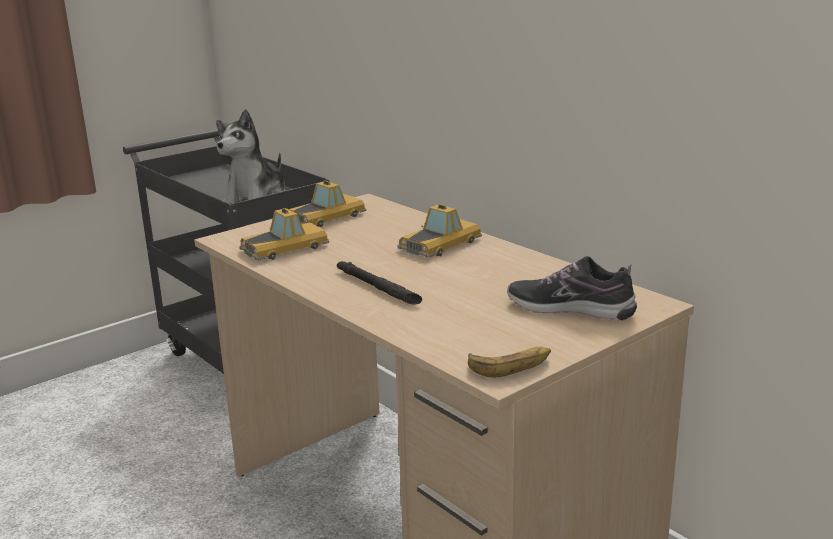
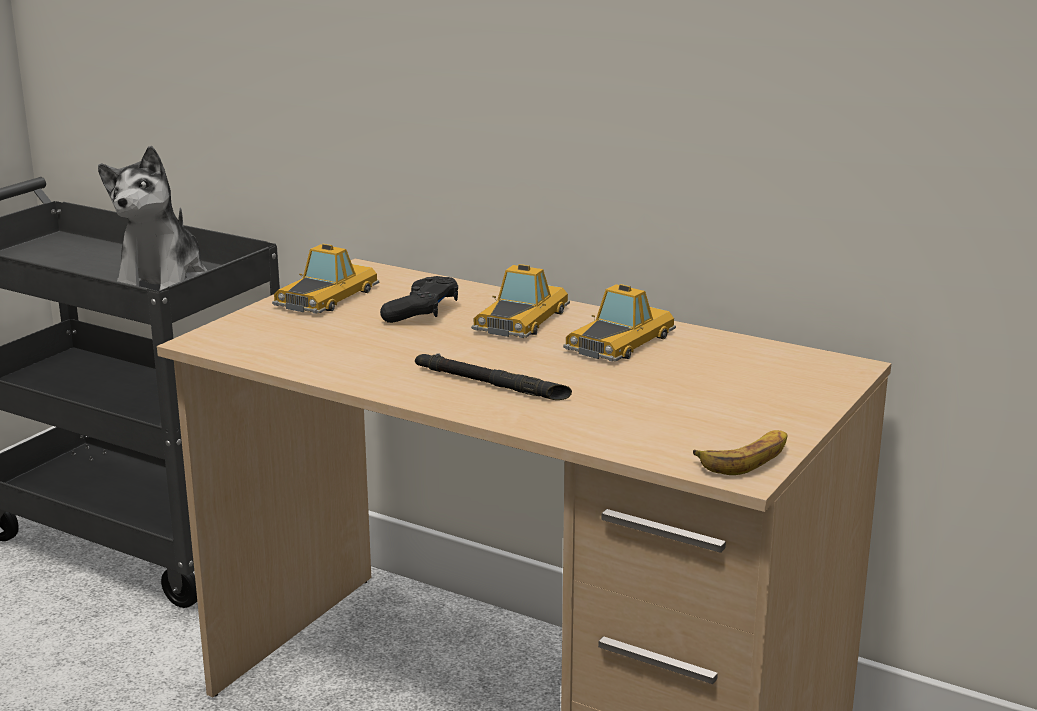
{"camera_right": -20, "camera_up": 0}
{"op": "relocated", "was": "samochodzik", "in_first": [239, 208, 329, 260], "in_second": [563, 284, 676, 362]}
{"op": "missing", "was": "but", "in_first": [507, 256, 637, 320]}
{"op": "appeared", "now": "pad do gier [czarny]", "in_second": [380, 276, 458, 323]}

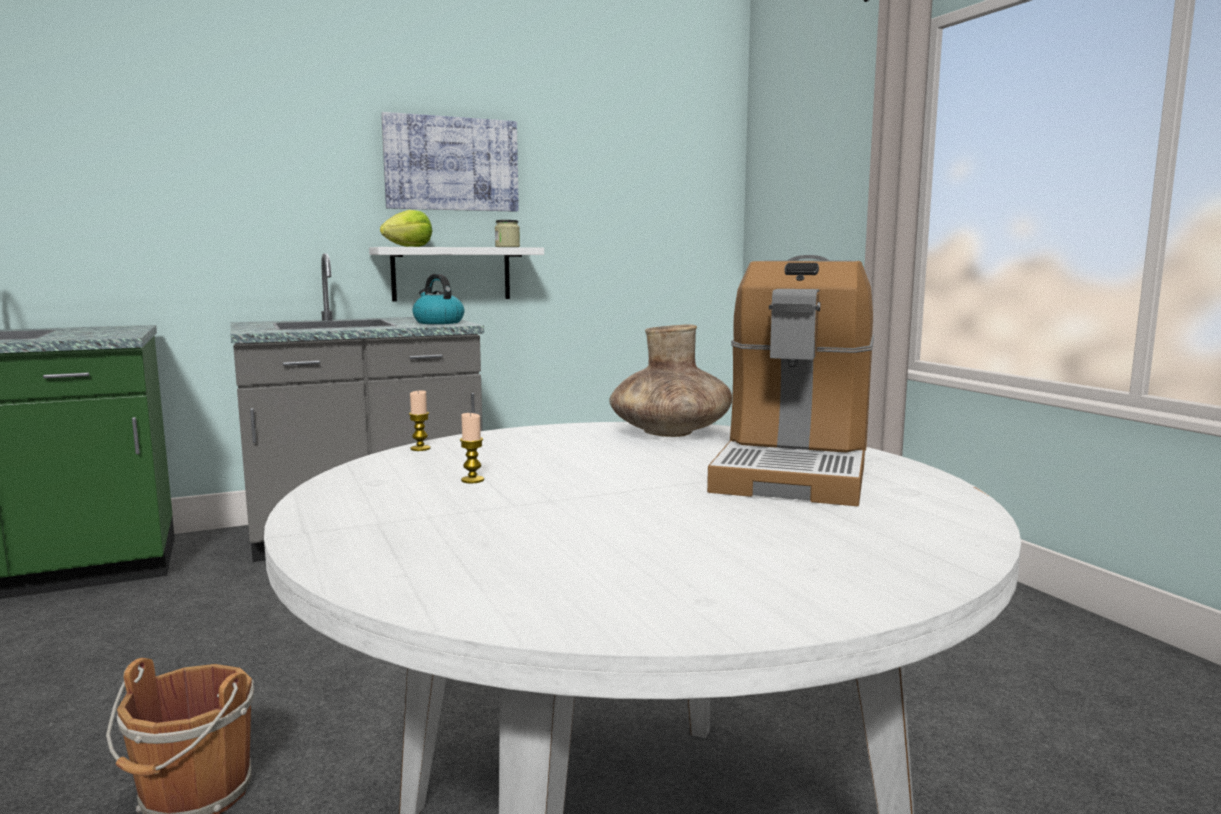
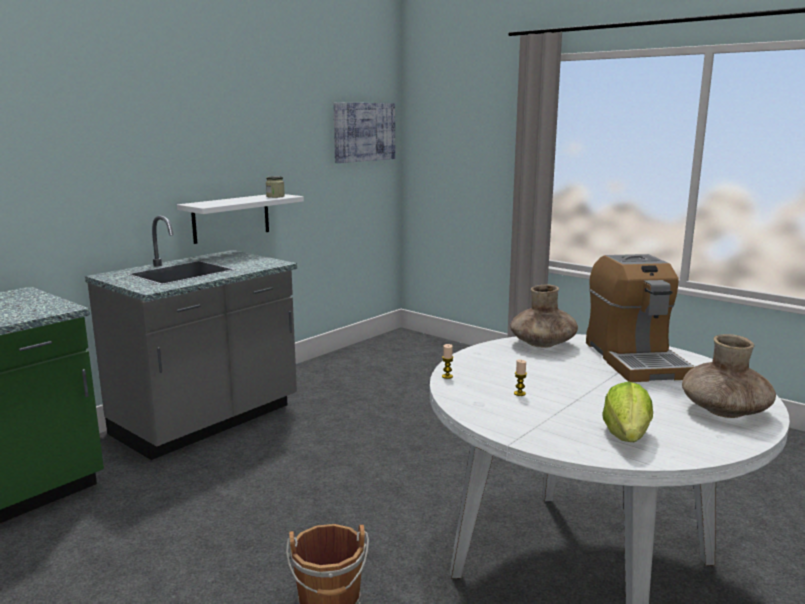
{"camera_right": -25, "camera_up": 5}
{"op": "relocated", "was": "sałata", "in_first": [380, 210, 432, 247], "in_second": [602, 381, 653, 442]}
{"op": "relocated", "was": "obraz", "in_first": [381, 112, 519, 212], "in_second": [334, 103, 395, 163]}
{"op": "missing", "was": "czajnik", "in_first": [412, 274, 465, 324]}
{"op": "appeared", "now": "wazon [brązowy]", "in_second": [682, 334, 776, 418]}

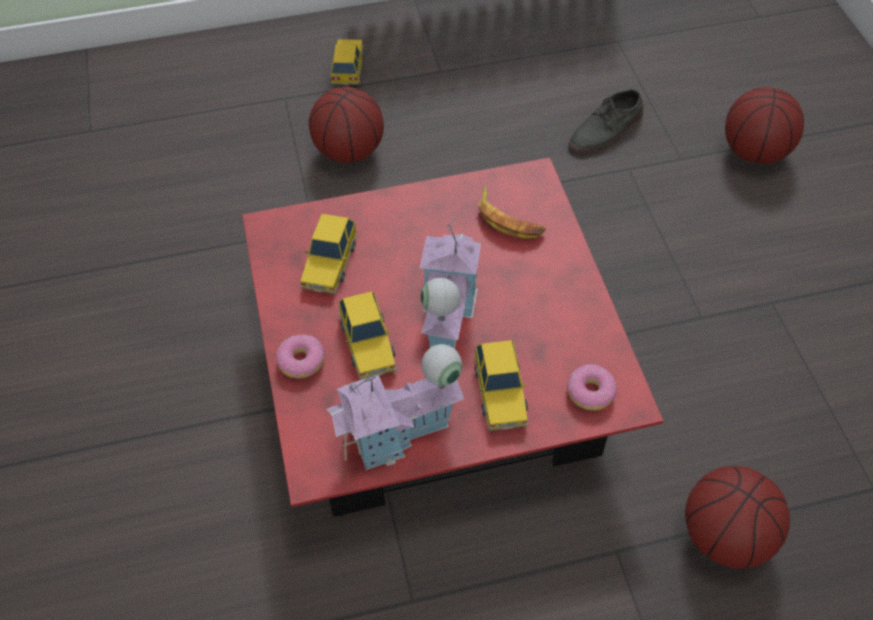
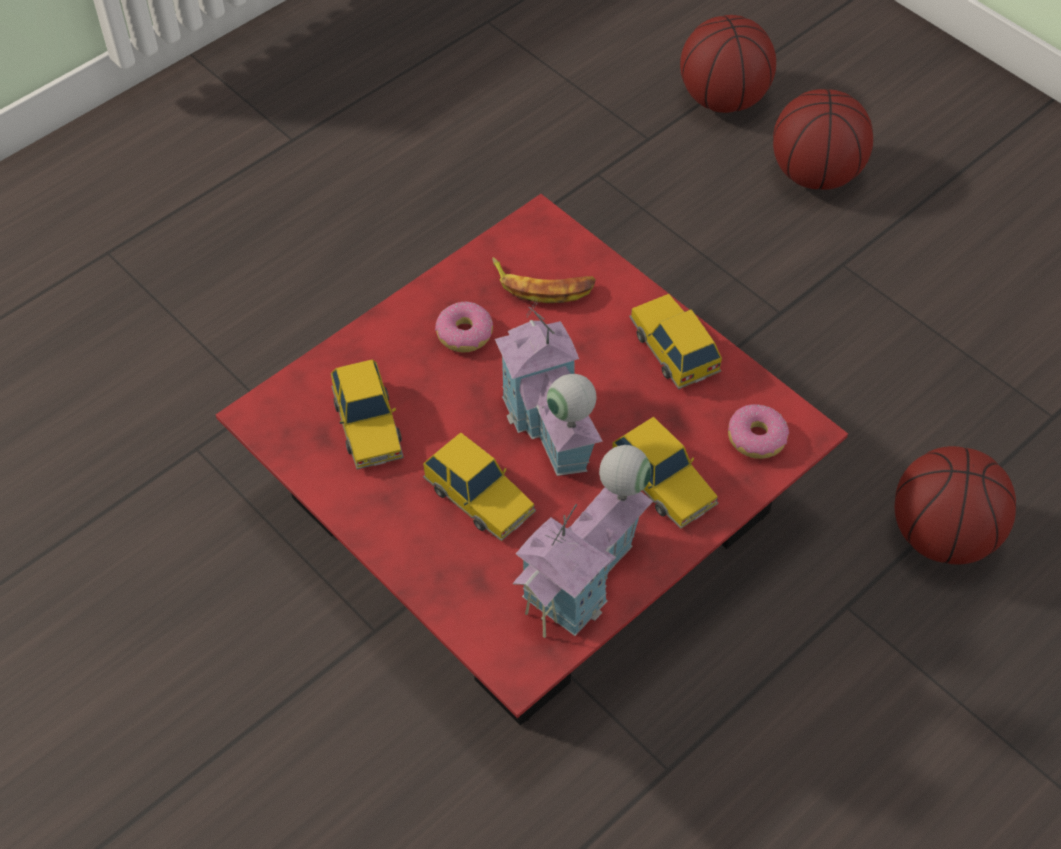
{"camera_right": -30, "camera_up": 0}
{"op": "relocated", "was": "donut", "in_first": [276, 335, 325, 378], "in_second": [435, 302, 493, 353]}
{"op": "relocated", "was": "piłka do koszykówki", "in_first": [309, 86, 384, 163], "in_second": [773, 89, 873, 190]}
{"op": "relocated", "was": "samochodzik", "in_first": [331, 39, 364, 85], "in_second": [629, 294, 722, 389]}
{"op": "missing", "was": "but [szary]", "in_first": [569, 89, 643, 153]}

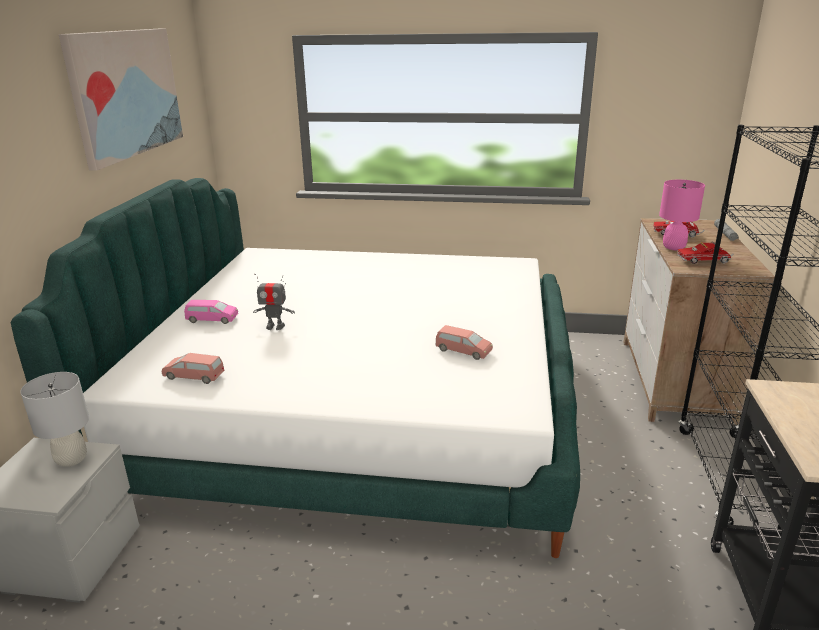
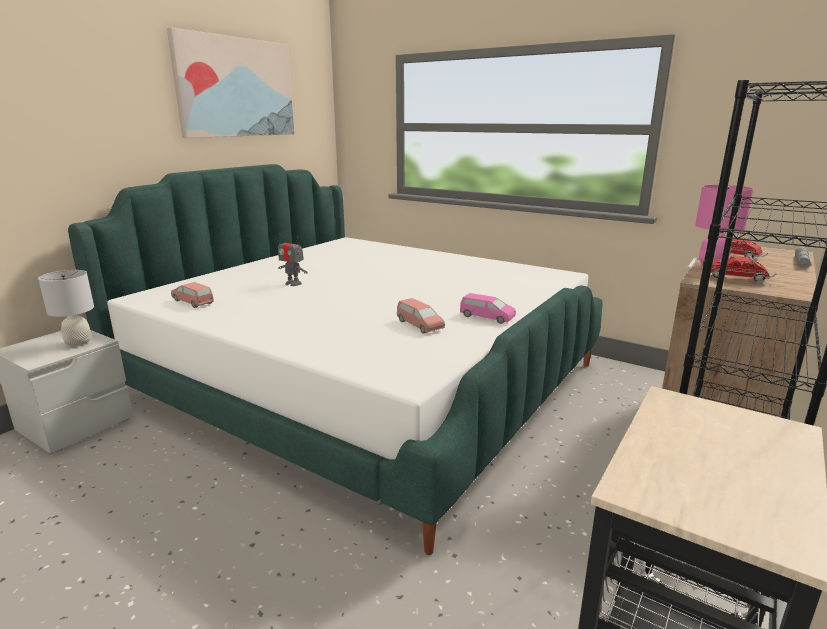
{"camera_right": 25, "camera_up": -5}
{"op": "relocated", "was": "samochodzik [różowy]", "in_first": [184, 300, 238, 324], "in_second": [460, 293, 516, 324]}

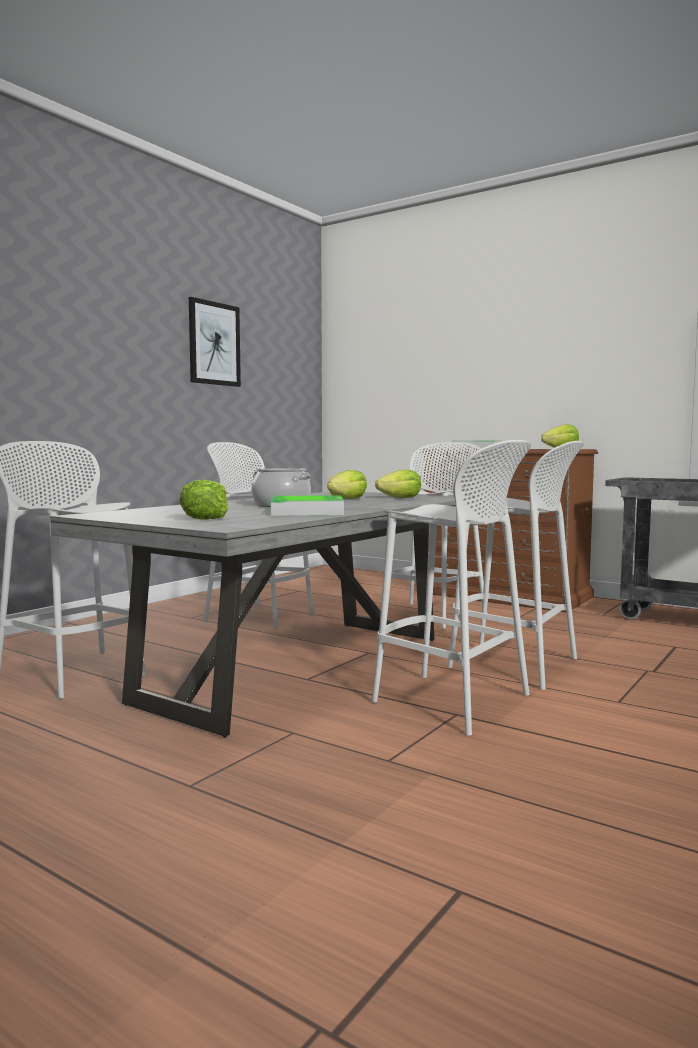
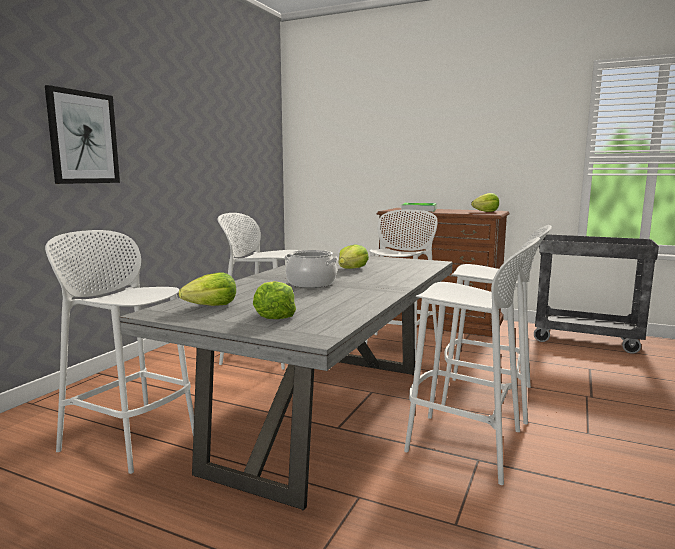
{"camera_right": -10, "camera_up": 5}
{"op": "relocated", "was": "obraz", "in_first": [189, 297, 241, 387], "in_second": [45, 85, 120, 184]}
{"op": "missing", "was": "taca", "in_first": [271, 496, 344, 515]}
{"op": "relocated", "was": "sałata", "in_first": [375, 470, 421, 498], "in_second": [179, 272, 236, 306]}

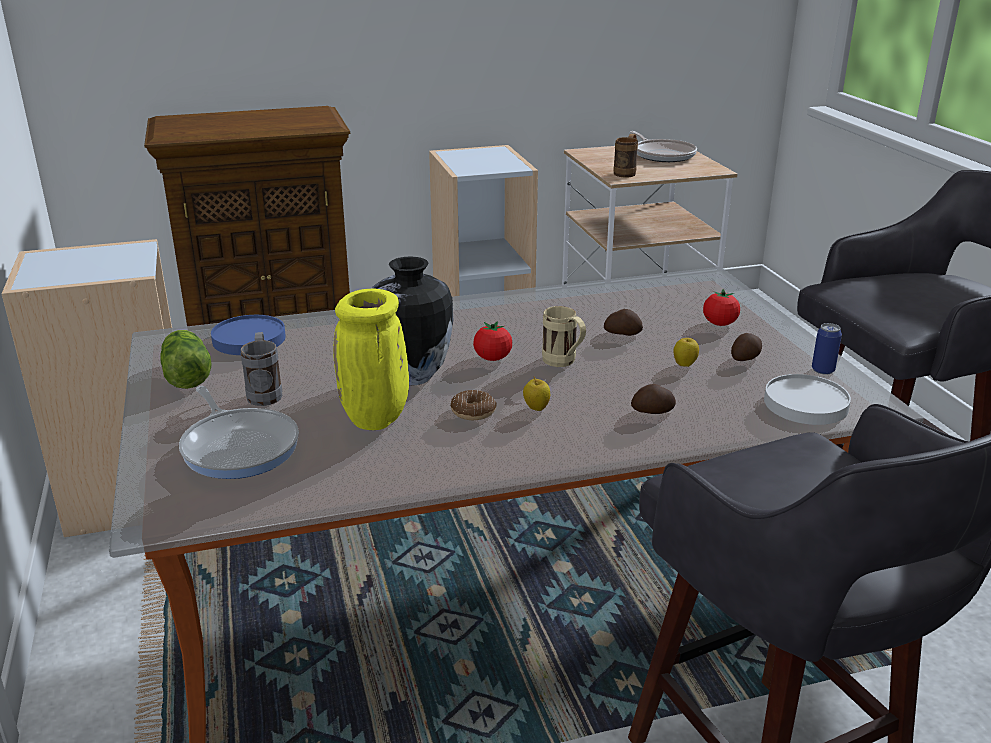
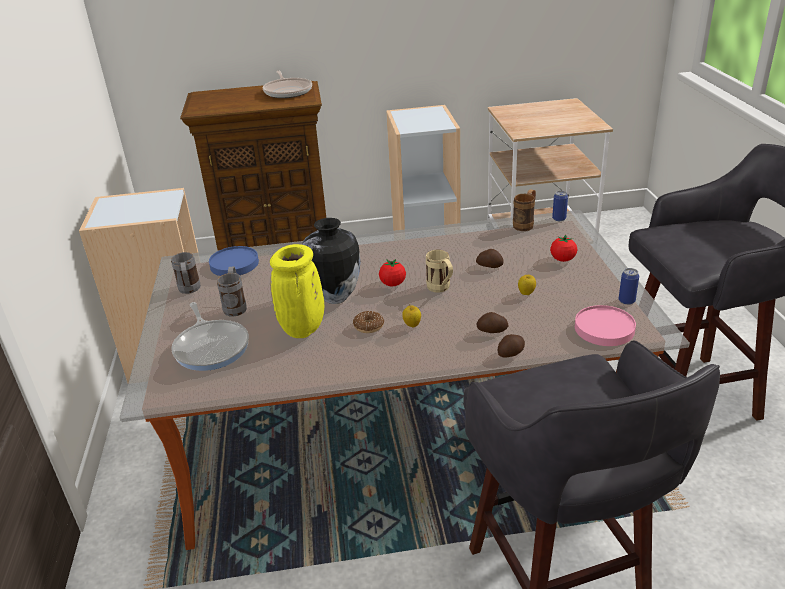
{"camera_right": 10, "camera_up": 5}
{"op": "exchanged", "was": "sałata", "now": "kubek [szary]", "in_first": [160, 330, 211, 389], "in_second": [171, 252, 201, 294]}
{"op": "relocated", "was": "kubek [brązowy]", "in_first": [613, 134, 638, 177], "in_second": [513, 189, 536, 231]}
{"op": "relocated", "was": "patelnia", "in_first": [630, 131, 697, 162], "in_second": [263, 71, 312, 98]}
{"op": "relocated", "was": "ziemniak", "in_first": [731, 333, 762, 361], "in_second": [497, 334, 525, 358]}
{"op": "colour", "was": "talerz [biały]", "now": "talerz [różowy]", "in_first": [764, 374, 851, 425], "in_second": [575, 305, 636, 346]}
{"op": "appeared", "now": "puszka", "in_second": [552, 191, 568, 221]}

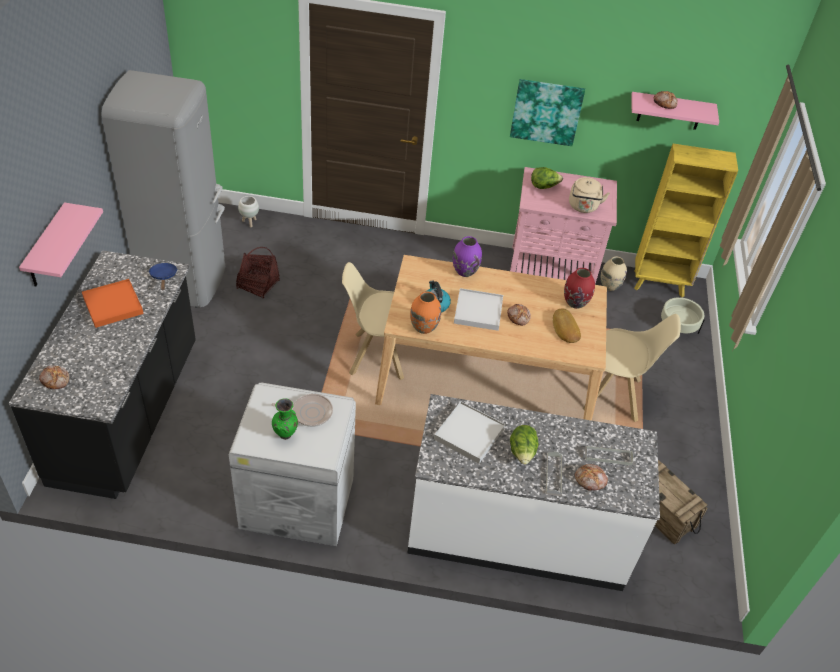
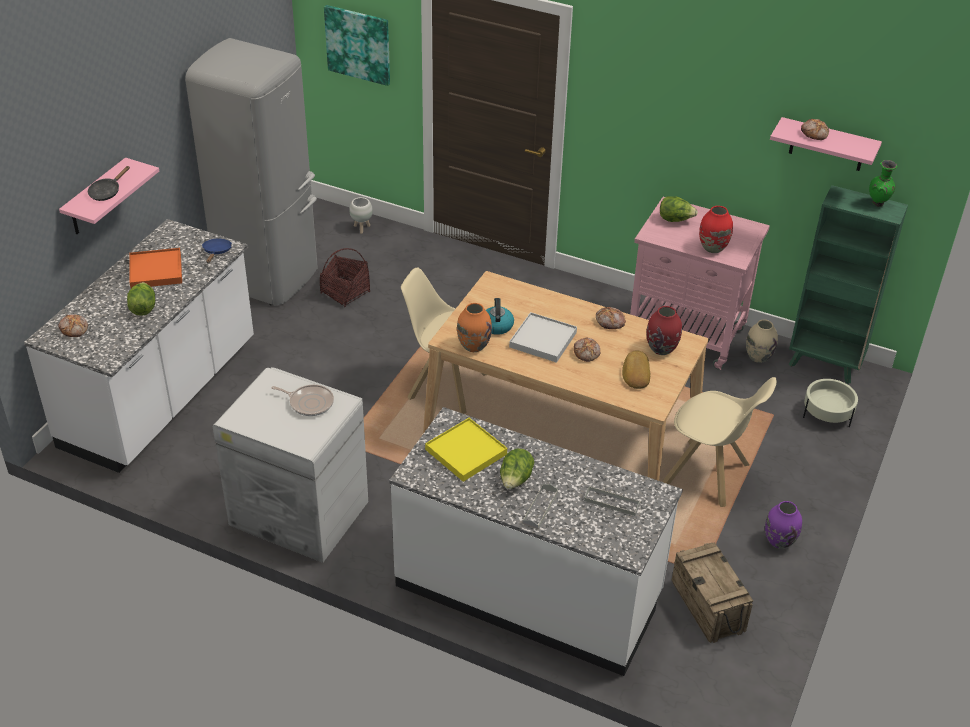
{"camera_right": 20, "camera_up": -5}
{"op": "colour", "was": "zabudowa kuchenna [czarny]", "now": "zabudowa kuchenna [biały]", "in_first": [9, 250, 196, 499], "in_second": [24, 219, 254, 473]}
{"op": "relocated", "was": "wazon [zielony]", "in_first": [272, 398, 298, 440], "in_second": [869, 160, 897, 207]}
{"op": "colour", "was": "taca [biały]", "now": "taca [żółty]", "in_first": [434, 401, 505, 464], "in_second": [425, 418, 507, 482]}
{"op": "relocated", "was": "wazon [fioletowy]", "in_first": [453, 236, 482, 277], "in_second": [765, 501, 802, 549]}
{"op": "relocated", "was": "obraz", "in_first": [510, 79, 585, 146], "in_second": [324, 5, 390, 86]}
{"op": "exchanged", "was": "czajnik [beżowy]", "now": "wazon [czerwony]", "in_first": [569, 177, 610, 213], "in_second": [699, 206, 733, 253]}
{"op": "relocated", "was": "chleb", "in_first": [575, 464, 608, 491], "in_second": [596, 307, 626, 329]}
{"op": "colour", "was": "regał [żółty]", "now": "regał [zielony]", "in_first": [634, 144, 738, 297], "in_second": [789, 185, 908, 384]}
{"op": "appeared", "now": "patelnia [czarny]", "in_second": [88, 166, 130, 201]}
{"op": "appeared", "now": "sałata", "in_second": [127, 282, 155, 316]}

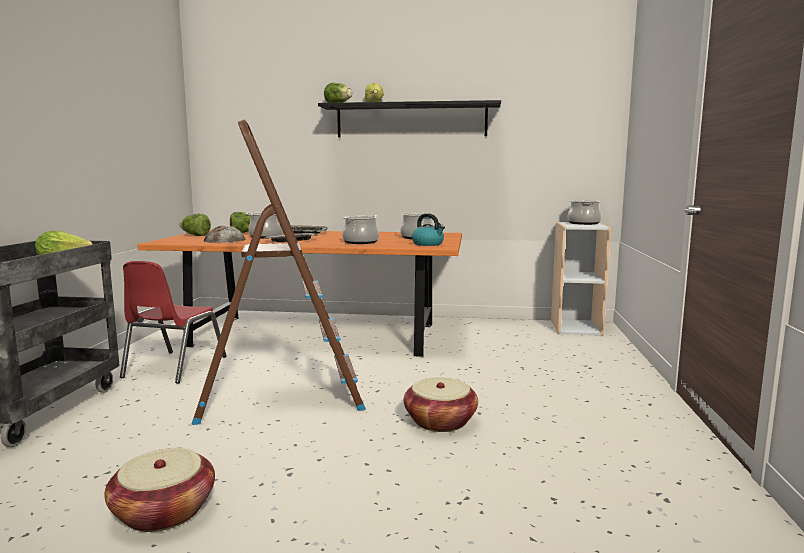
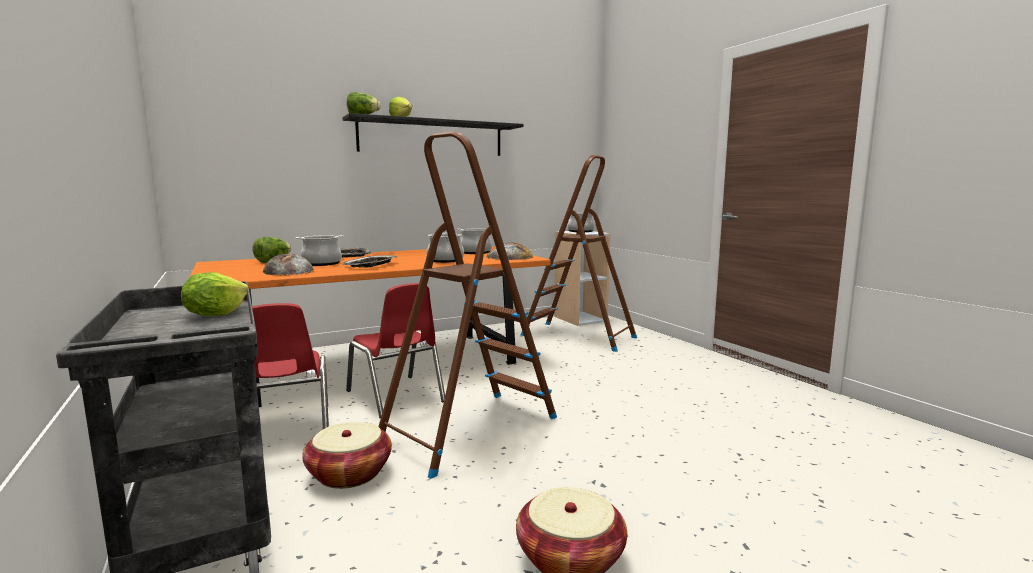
{"camera_right": -35, "camera_up": 0}
{"op": "missing", "was": "sałata", "in_first": [180, 214, 211, 236]}
{"op": "relocated", "was": "koszyk", "in_first": [404, 377, 478, 432], "in_second": [302, 422, 392, 489]}
{"op": "exchanged", "was": "czajnik", "now": "chleb", "in_first": [412, 213, 445, 246], "in_second": [486, 243, 533, 260]}
{"op": "appeared", "now": "krzesło [czerwony]", "in_second": [346, 283, 445, 419]}
{"op": "appeared", "now": "drabinka [brązowy]", "in_second": [521, 155, 637, 352]}

